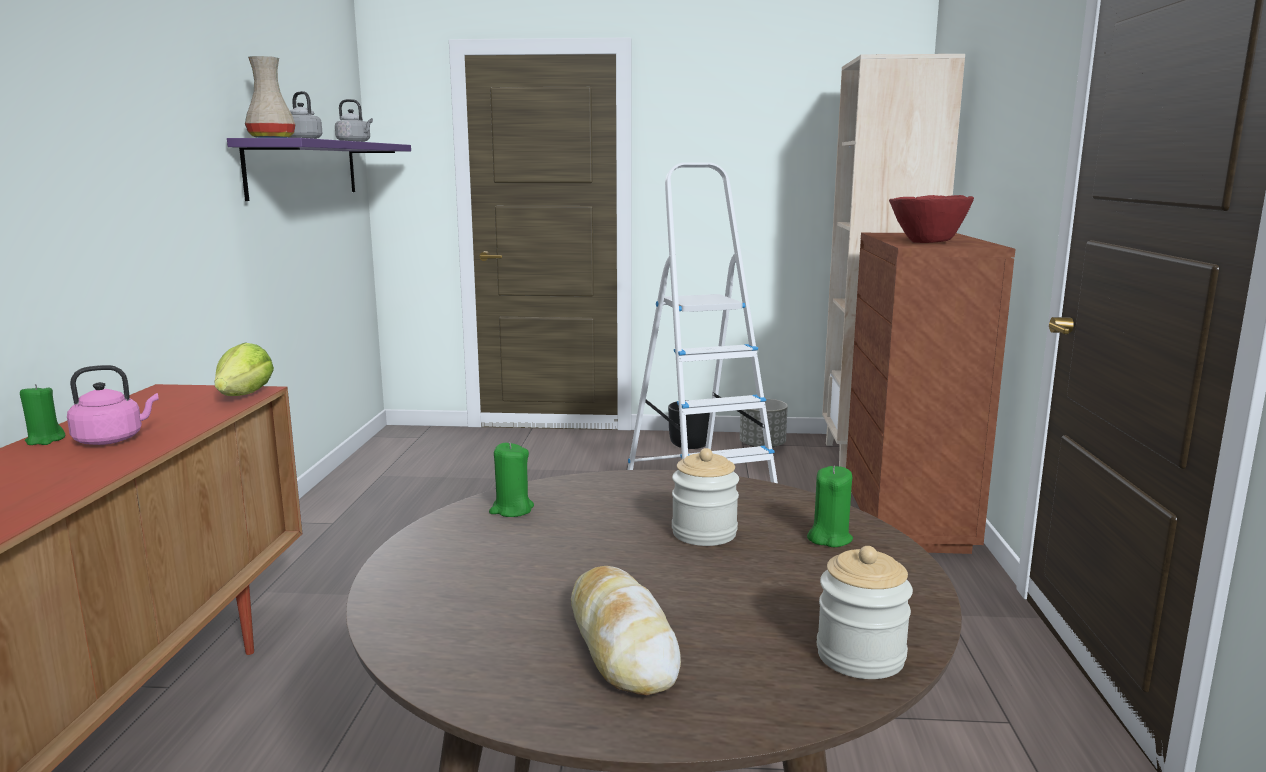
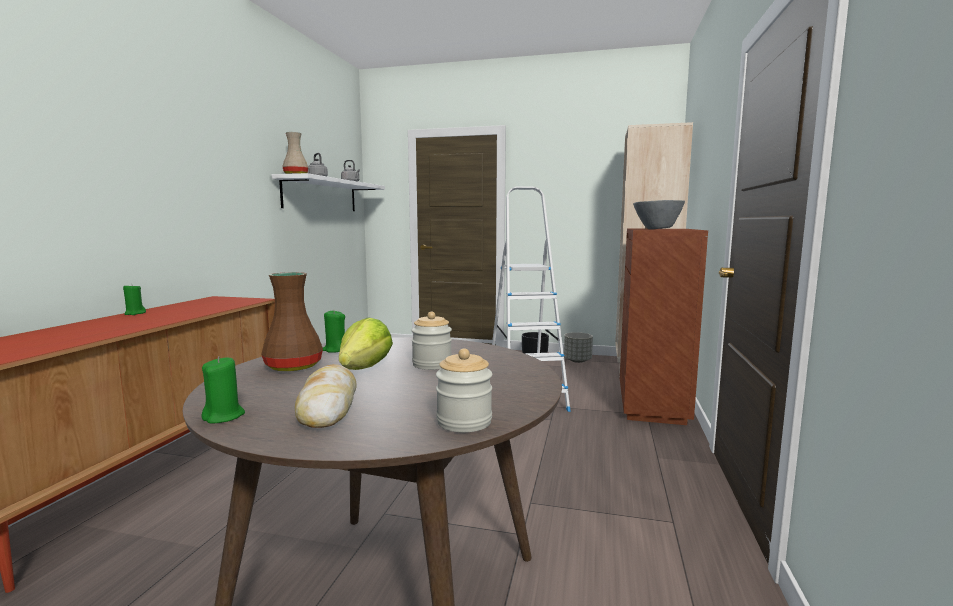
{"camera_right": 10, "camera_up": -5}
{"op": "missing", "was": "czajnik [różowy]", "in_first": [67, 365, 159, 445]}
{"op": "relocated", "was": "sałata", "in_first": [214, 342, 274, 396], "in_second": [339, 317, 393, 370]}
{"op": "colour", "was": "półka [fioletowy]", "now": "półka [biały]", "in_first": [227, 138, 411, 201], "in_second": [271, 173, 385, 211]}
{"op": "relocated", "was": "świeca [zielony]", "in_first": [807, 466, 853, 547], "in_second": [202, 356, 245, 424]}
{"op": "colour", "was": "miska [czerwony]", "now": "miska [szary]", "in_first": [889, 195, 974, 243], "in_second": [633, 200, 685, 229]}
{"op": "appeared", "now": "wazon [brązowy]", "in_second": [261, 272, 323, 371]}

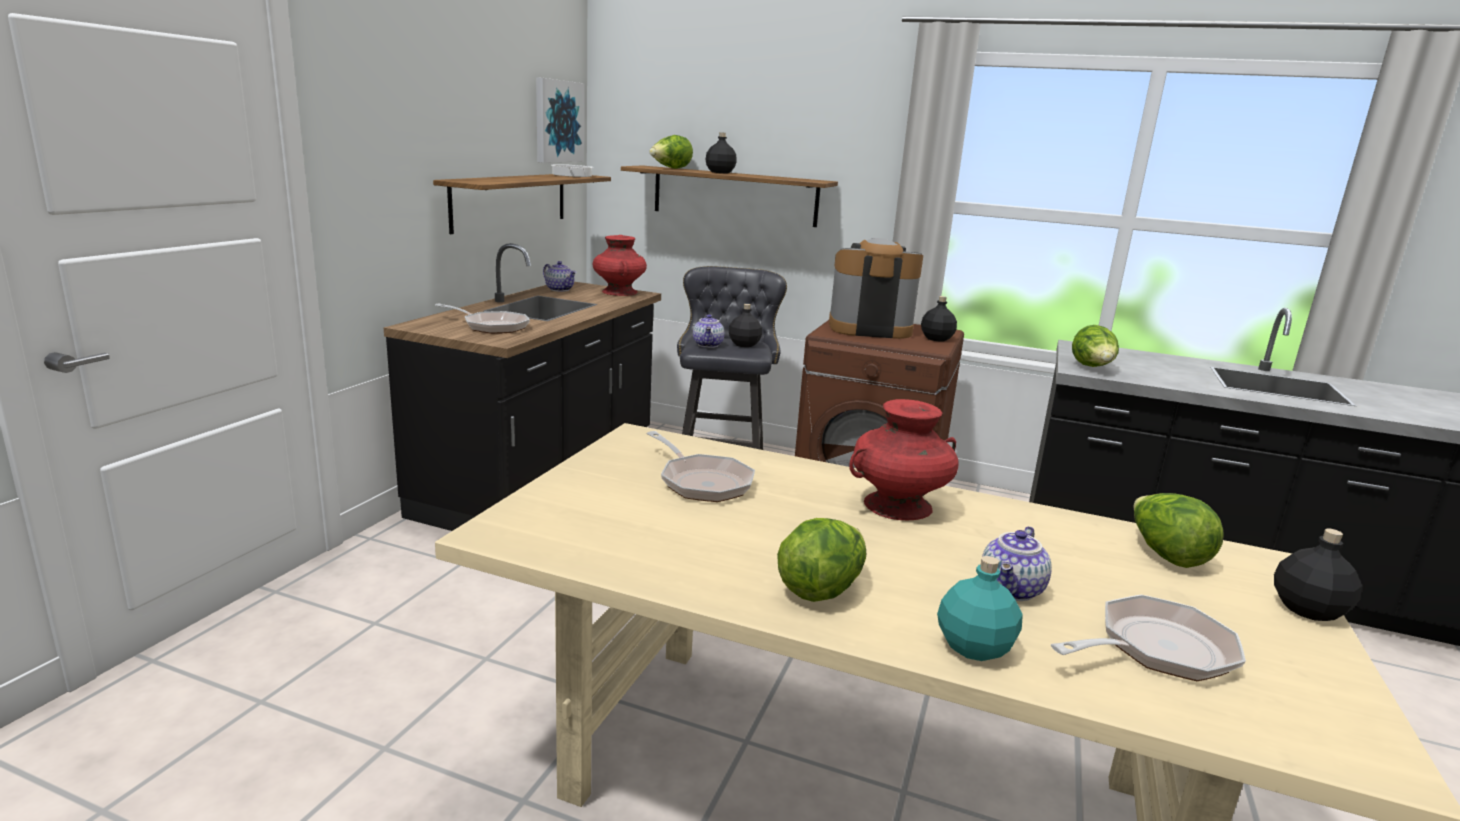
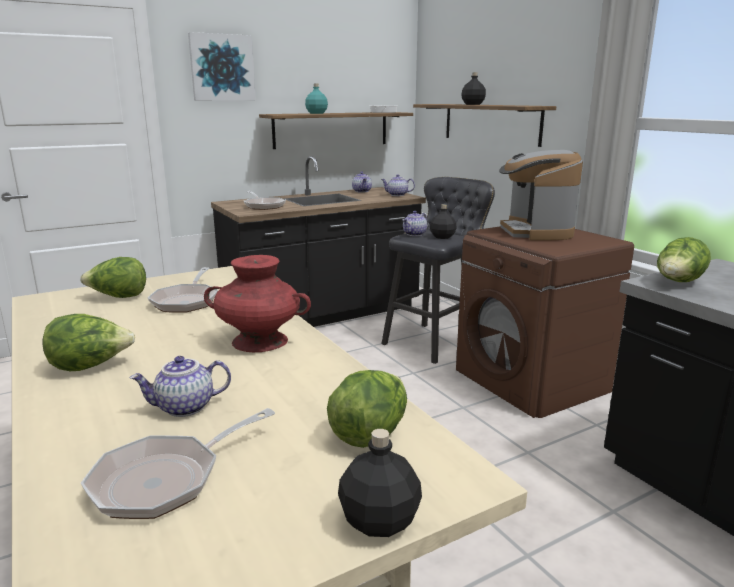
{"camera_right": 40, "camera_up": 0}
{"op": "relocated", "was": "obraz", "in_first": [536, 77, 585, 163], "in_second": [188, 32, 256, 101]}
{"op": "exchanged", "was": "wazon [czerwony]", "now": "imbryk", "in_first": [593, 235, 647, 296], "in_second": [381, 174, 415, 196]}
{"op": "relocated", "was": "sałata", "in_first": [649, 135, 693, 169], "in_second": [80, 257, 146, 298]}
{"op": "spun", "was": "ekspres do kawy", "in_first": [829, 238, 923, 339], "in_second": [499, 150, 583, 241], "clockwise": -135}
{"op": "missing", "was": "butelka [czarny]", "in_first": [921, 296, 957, 341]}
{"op": "relocated", "was": "butelka [turkusowy]", "in_first": [937, 556, 1023, 661], "in_second": [305, 83, 328, 114]}
{"op": "spun", "was": "patelnia", "in_first": [1051, 595, 1246, 681], "in_second": [81, 408, 275, 519], "clockwise": 120}

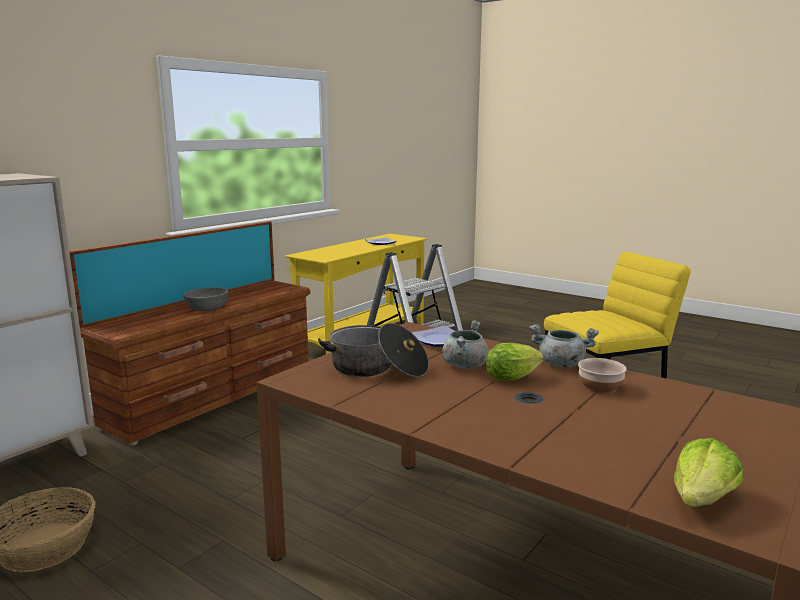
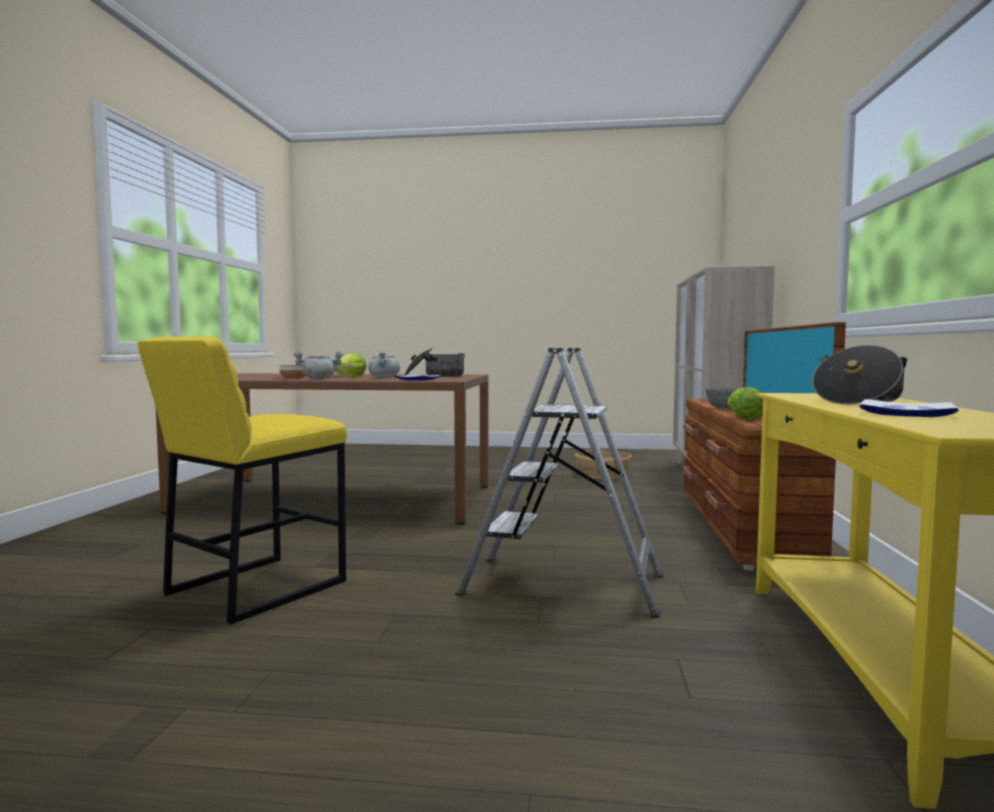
{"camera_right": 150, "camera_up": -10}
{"op": "relocated", "was": "sałata", "in_first": [674, 438, 744, 507], "in_second": [727, 387, 763, 420]}
{"op": "appeared", "now": "garnek", "in_second": [812, 345, 908, 404]}

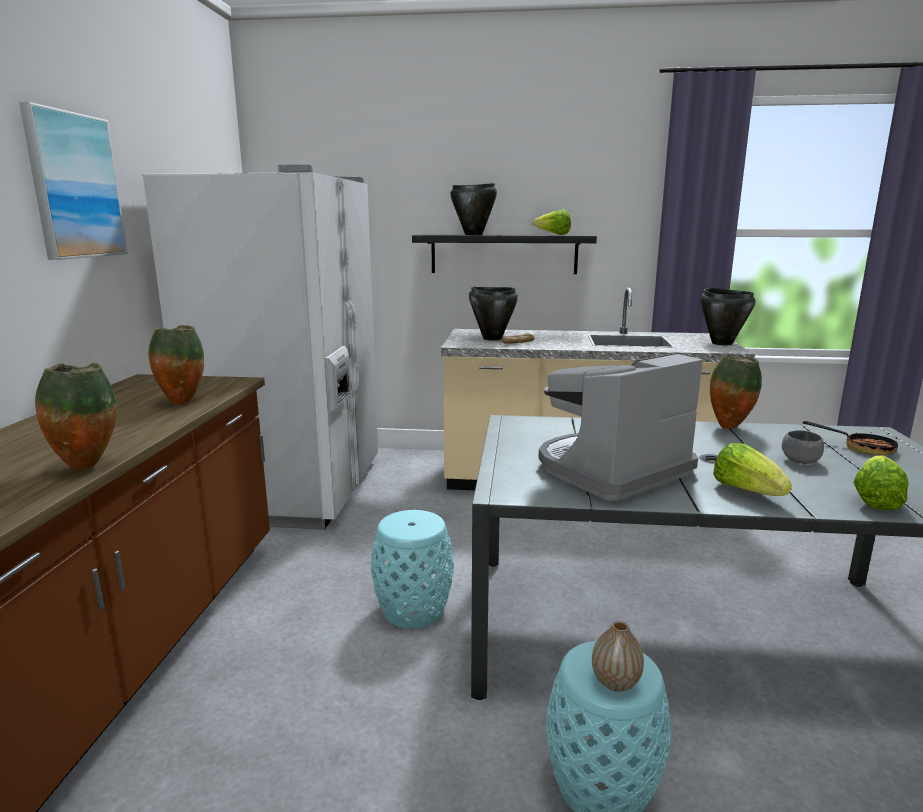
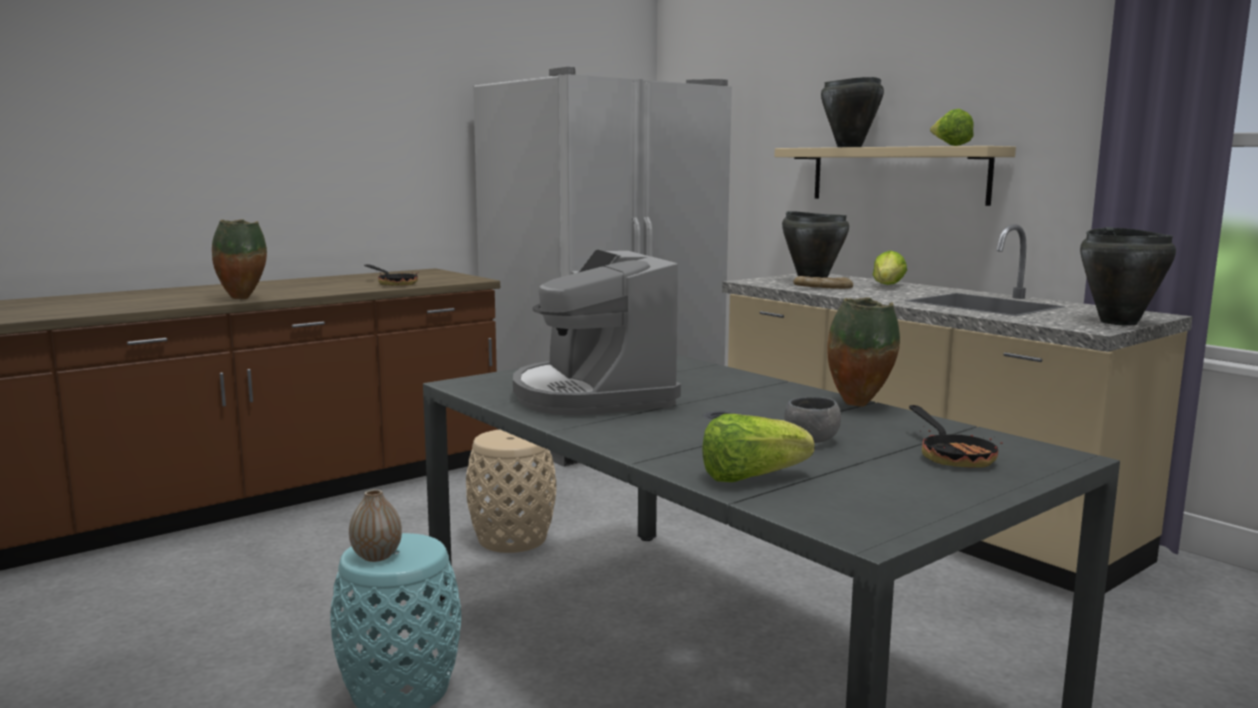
{"camera_right": 45, "camera_up": -5}
{"op": "missing", "was": "obraz", "in_first": [19, 102, 128, 260]}
{"op": "exchanged", "was": "wazon", "now": "patelnia", "in_first": [148, 325, 204, 405], "in_second": [364, 264, 419, 286]}
{"op": "colour", "was": "stołek [turkusowy]", "now": "stołek [beżowy]", "in_first": [371, 510, 454, 629], "in_second": [466, 429, 556, 553]}
{"op": "colour", "was": "półka [czarny]", "now": "półka [beżowy]", "in_first": [412, 235, 597, 274], "in_second": [774, 146, 1016, 206]}
{"op": "spun", "was": "ekspres do kawy", "in_first": [538, 352, 703, 501], "in_second": [513, 249, 681, 416], "clockwise": -120}
{"op": "relocated", "was": "sałata", "in_first": [713, 443, 792, 496], "in_second": [872, 250, 907, 285]}

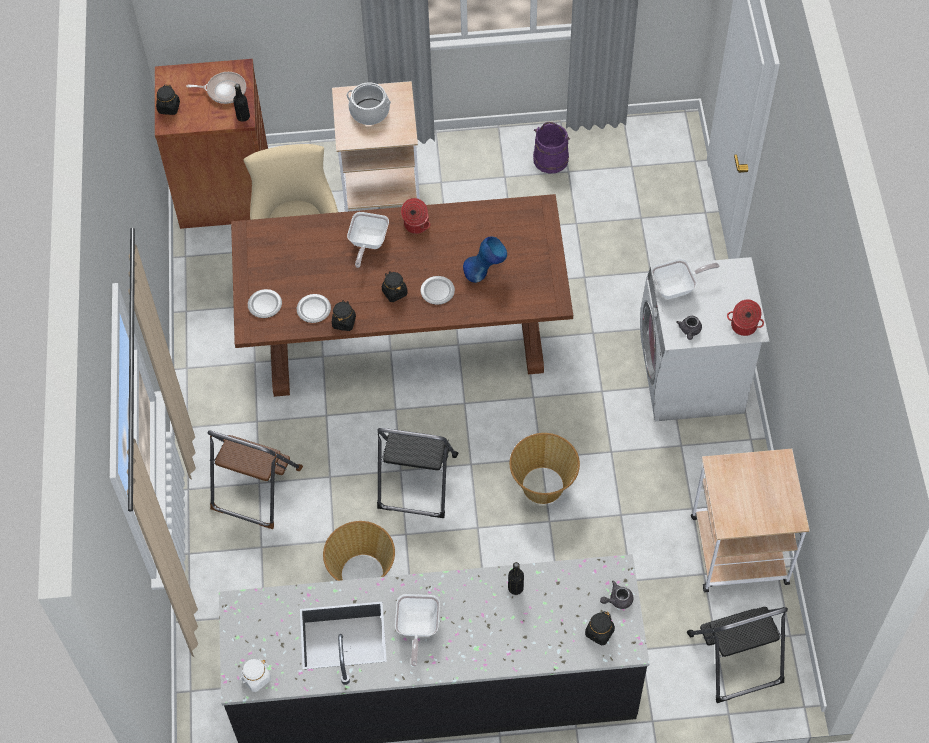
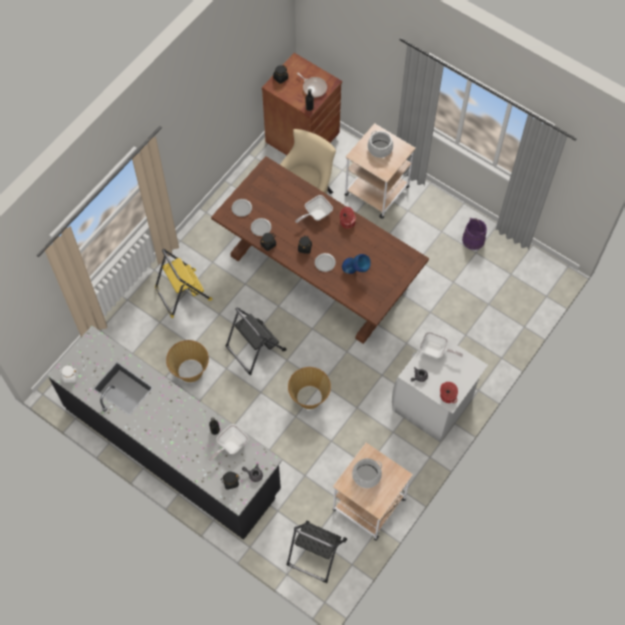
{"camera_right": 40, "camera_up": 5}
{"op": "colour", "was": "drabinka [brązowy]", "now": "drabinka [żółty]", "in_first": [208, 430, 303, 529], "in_second": [155, 249, 213, 318]}
{"op": "relocated", "was": "patelnia", "in_first": [395, 594, 440, 666], "in_second": [209, 424, 248, 462]}
{"op": "appeared", "now": "garnek", "in_second": [352, 458, 382, 488]}

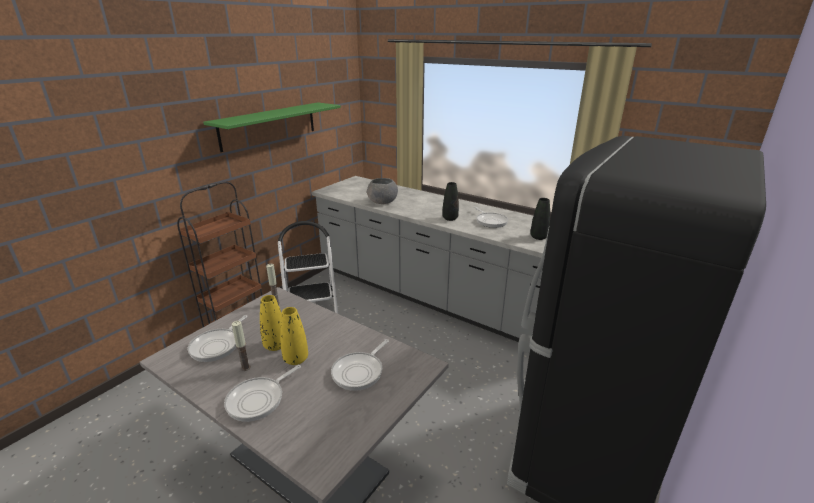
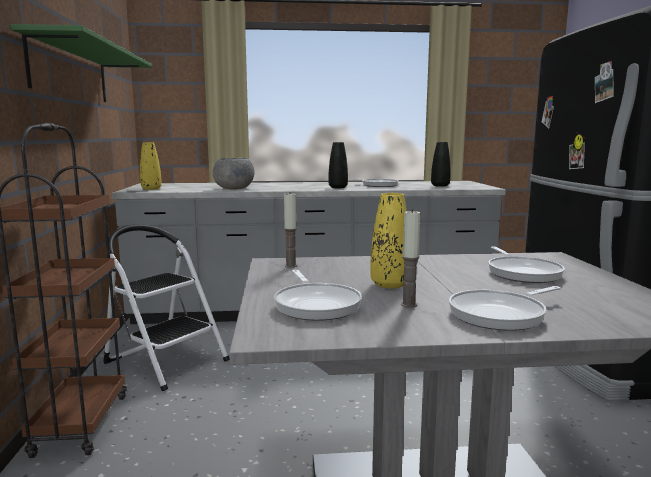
{"camera_right": -40, "camera_up": -15}
{"op": "spun", "was": "patelnia", "in_first": [224, 365, 301, 422], "in_second": [449, 286, 561, 331], "clockwise": 60}
{"op": "relocated", "was": "wazon [żółty]", "in_first": [280, 307, 308, 365], "in_second": [140, 142, 162, 190]}

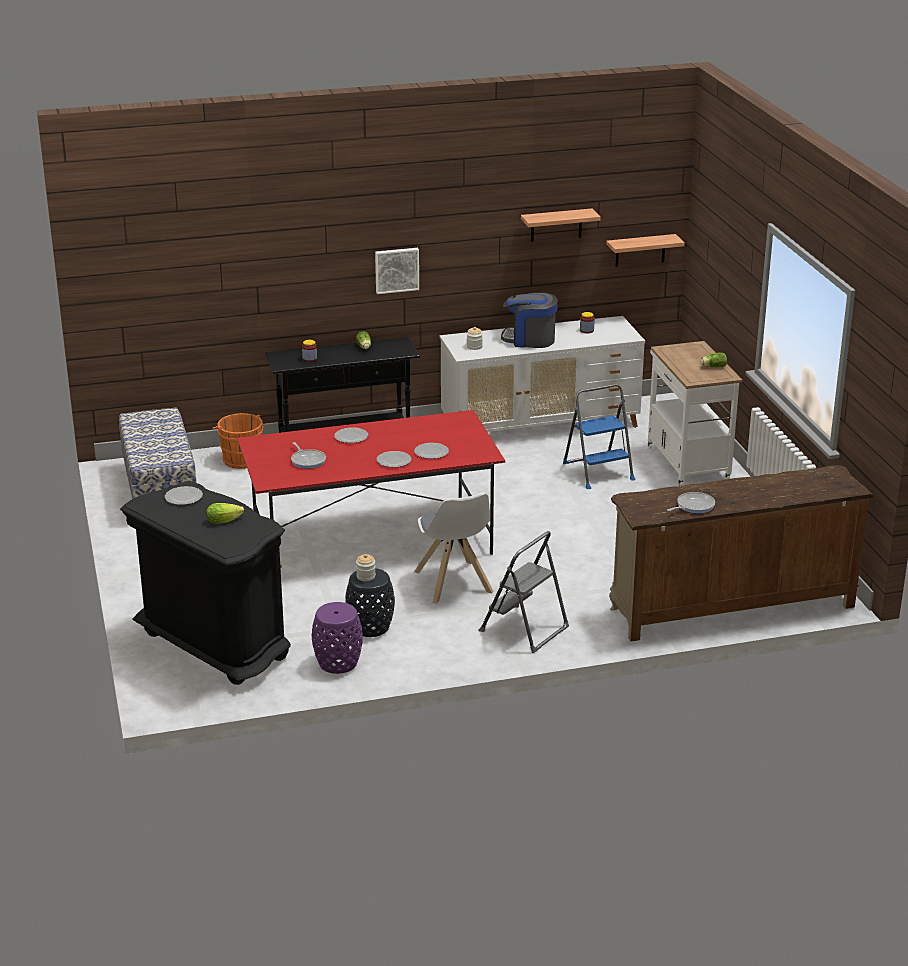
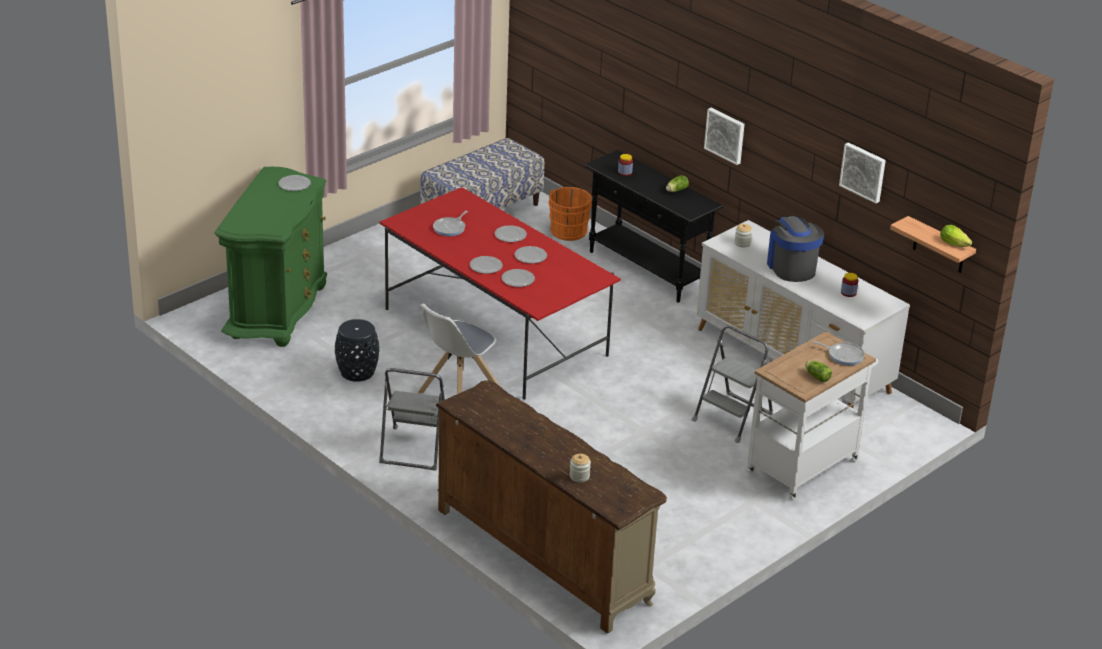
{"camera_right": 60, "camera_up": 5}
{"op": "colour", "was": "komoda [czarny]", "now": "komoda [zielony]", "in_first": [120, 481, 291, 685], "in_second": [214, 167, 327, 347]}
{"op": "relocated", "was": "sałata", "in_first": [206, 503, 244, 524], "in_second": [940, 225, 972, 247]}
{"op": "missing", "was": "stołek [fioletowy]", "in_first": [312, 602, 363, 674]}
{"op": "relocated", "was": "słoik", "in_first": [356, 554, 376, 581], "in_second": [570, 454, 591, 483]}
{"op": "exchanged", "was": "półka", "now": "obraz", "in_first": [521, 208, 601, 242], "in_second": [839, 142, 886, 204]}
{"op": "colour", "was": "drabinka [niebieski]", "now": "drabinka [szary]", "in_first": [563, 384, 636, 489], "in_second": [691, 326, 773, 443]}
{"op": "relocated", "was": "patelnia", "in_first": [667, 492, 715, 514], "in_second": [813, 341, 865, 365]}
{"op": "appeared", "now": "talerz", "in_second": [514, 246, 547, 264]}

